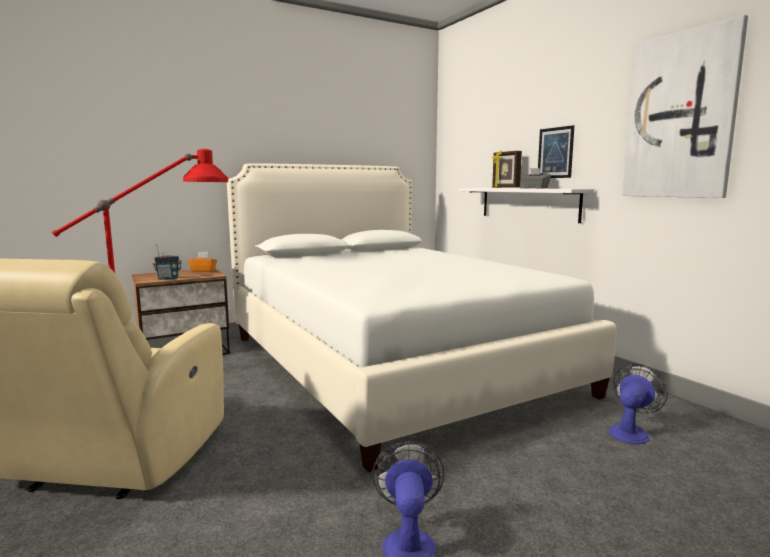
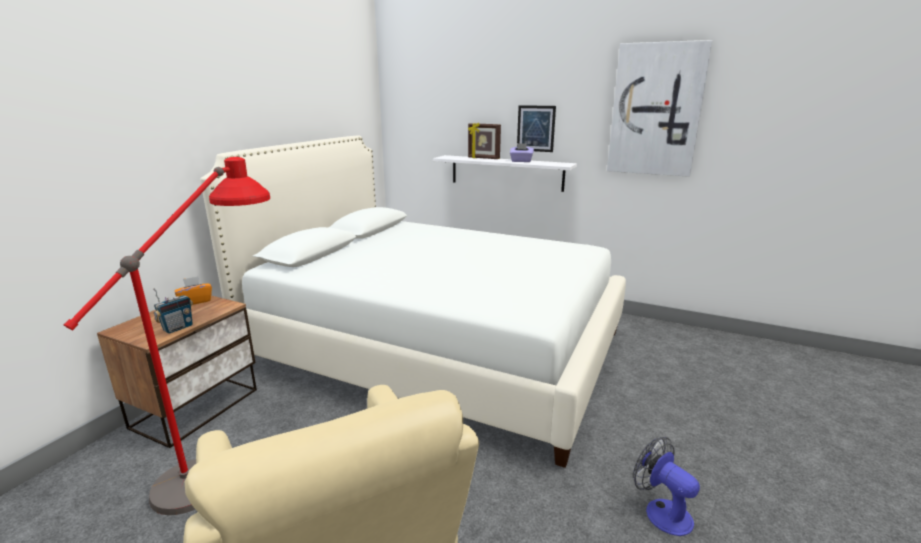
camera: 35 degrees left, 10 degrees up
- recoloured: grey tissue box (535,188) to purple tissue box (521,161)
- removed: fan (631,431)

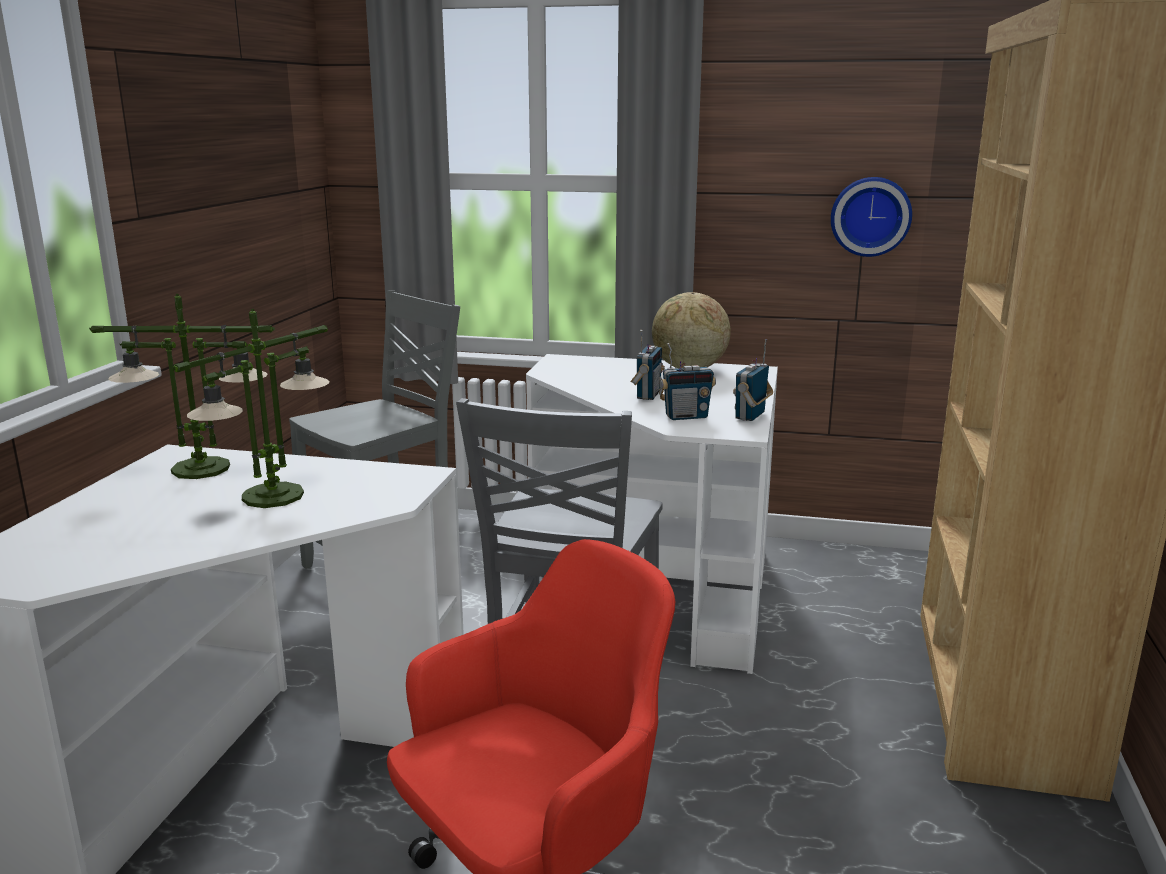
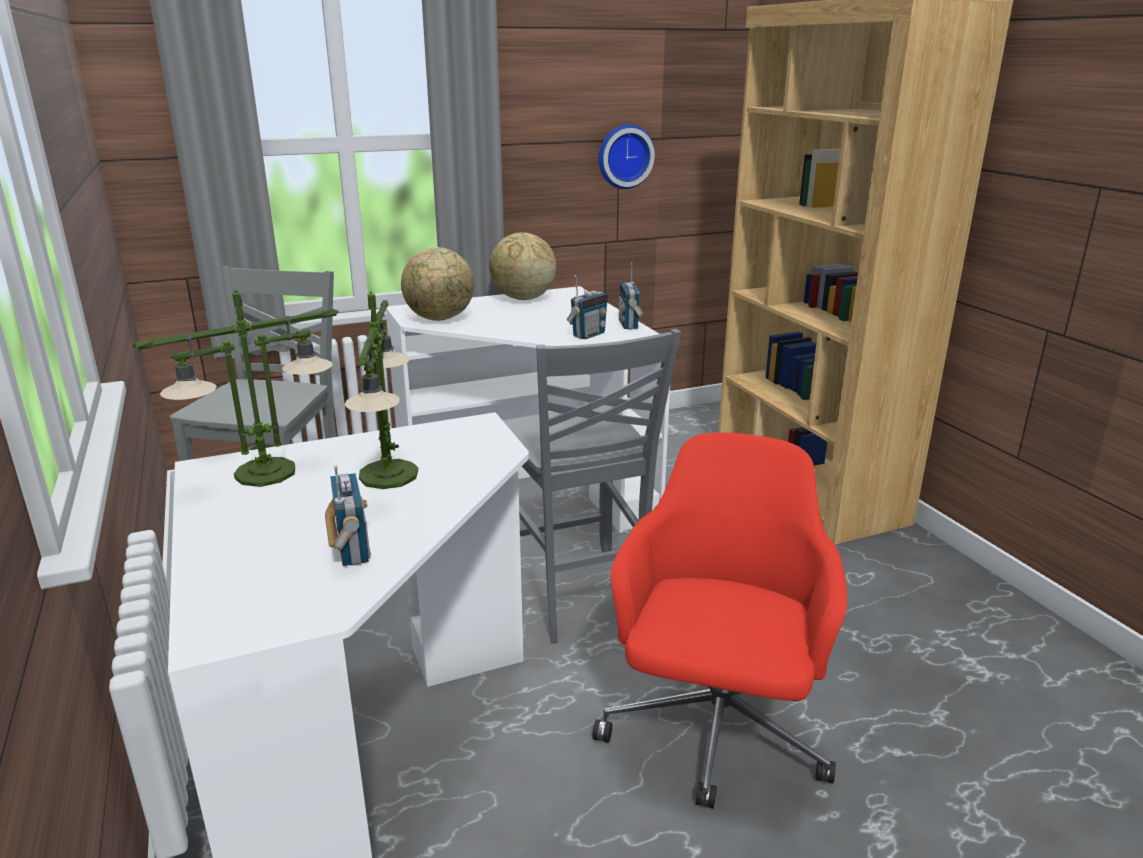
camera: 35 degrees left, 5 degrees up
- moved: radio (647,395) to (351,552)
- added: globe (440,319)

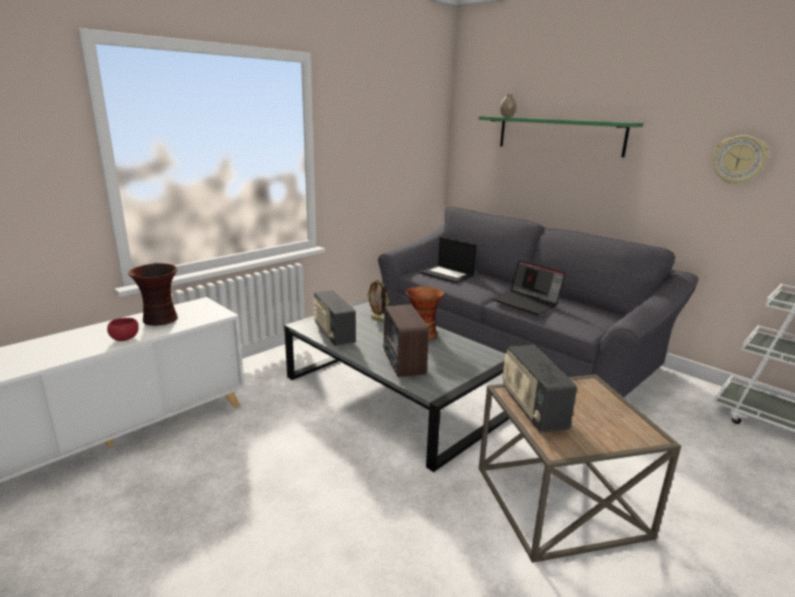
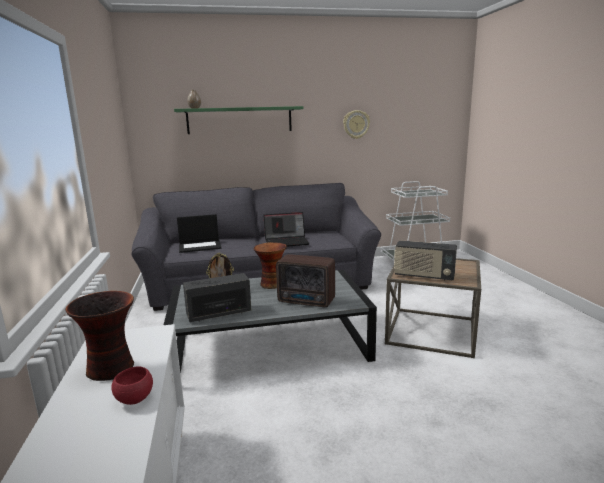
camera: 55 degrees left, 5 degrees down
- turned: radio (333,334) = (219,313) 150 degrees clockwise

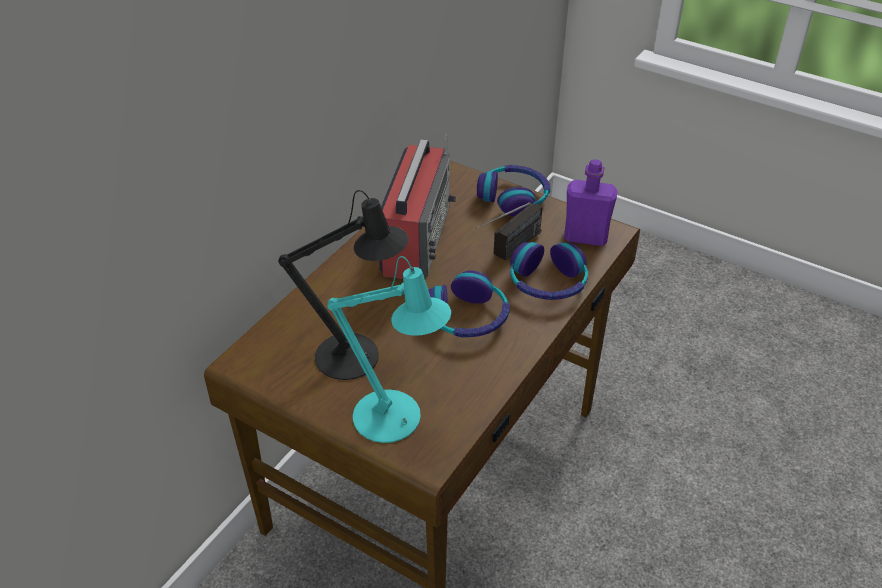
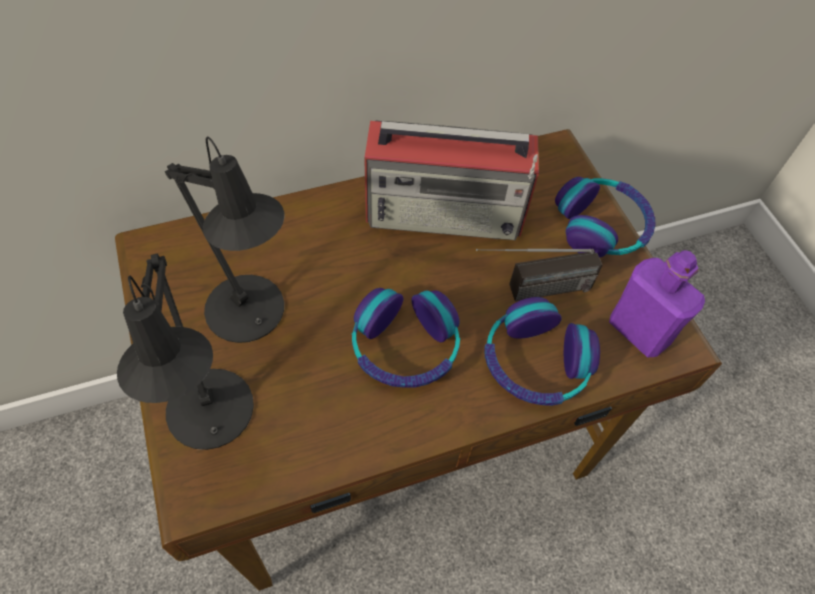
camera: 35 degrees right, 15 degrees up
- turned: radio (416,238) = (446,213) 45 degrees clockwise
- recoloured: turquoise table lamp (395,420) to black table lamp (212,420)

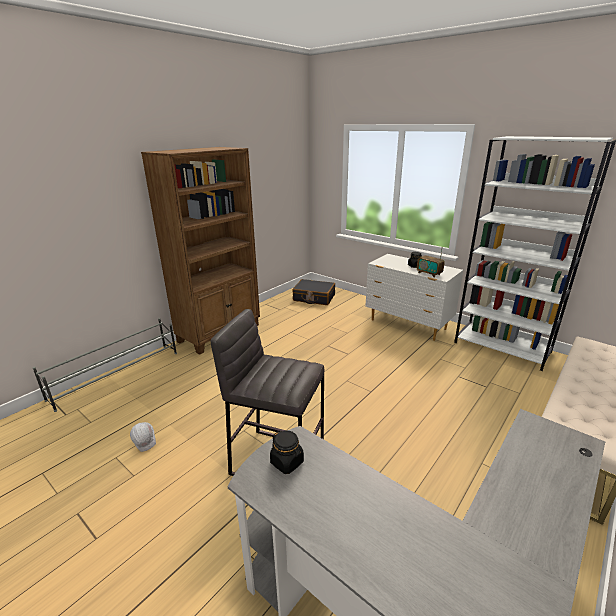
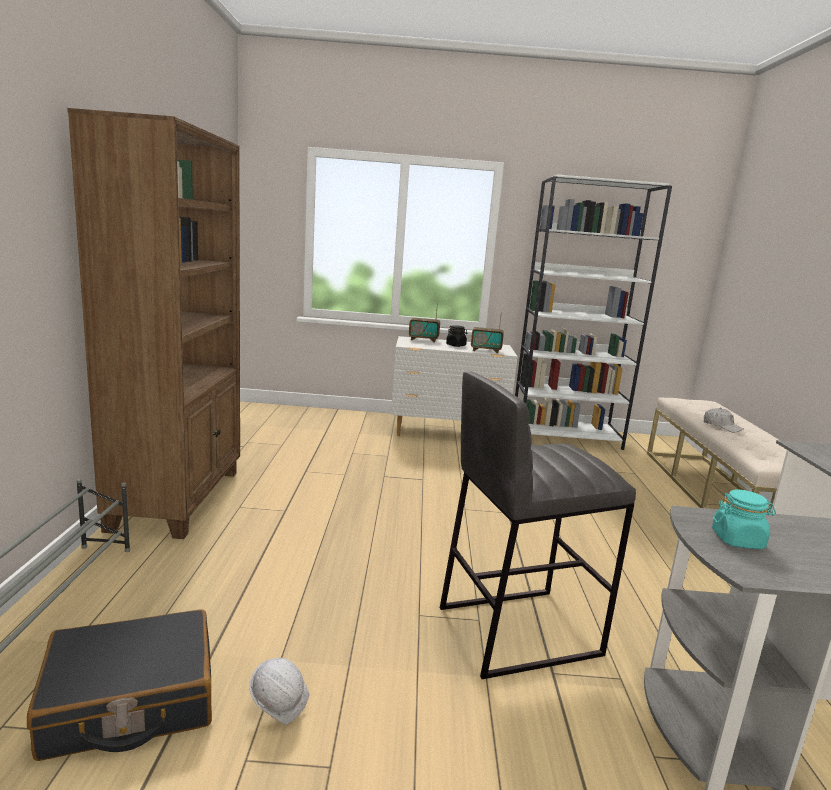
camera: 40 degrees left, 10 degrees down
- moved: black suitcase (314,298) to (130,701)
- recoloured: black jar (287,462) to turquoise jar (737,540)
- added: radio (423,340)
- added: white cap (721,426)

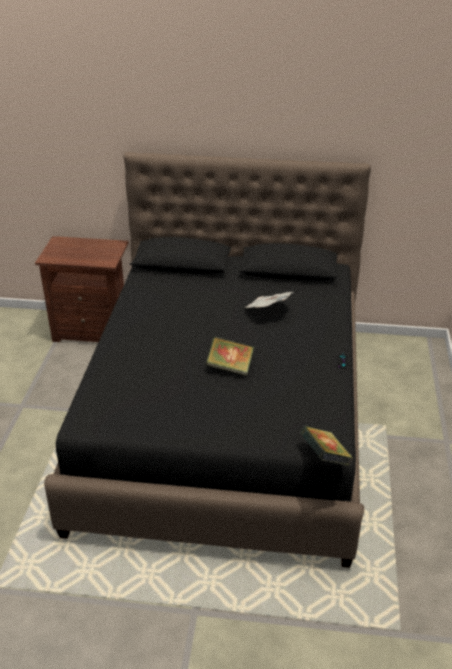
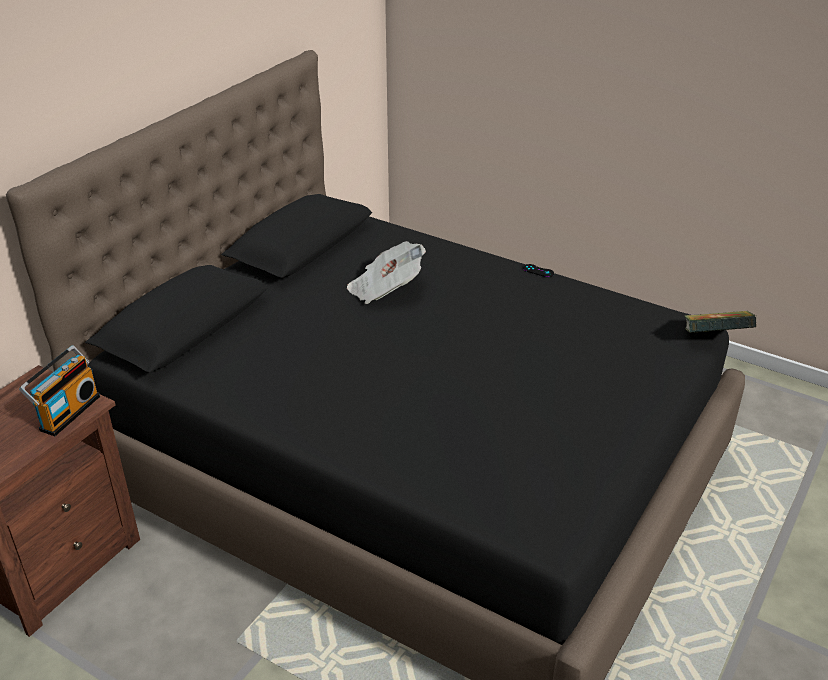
camera: 65 degrees left, 0 degrees up
- removed: book (230,367)
- added: radio (67,412)

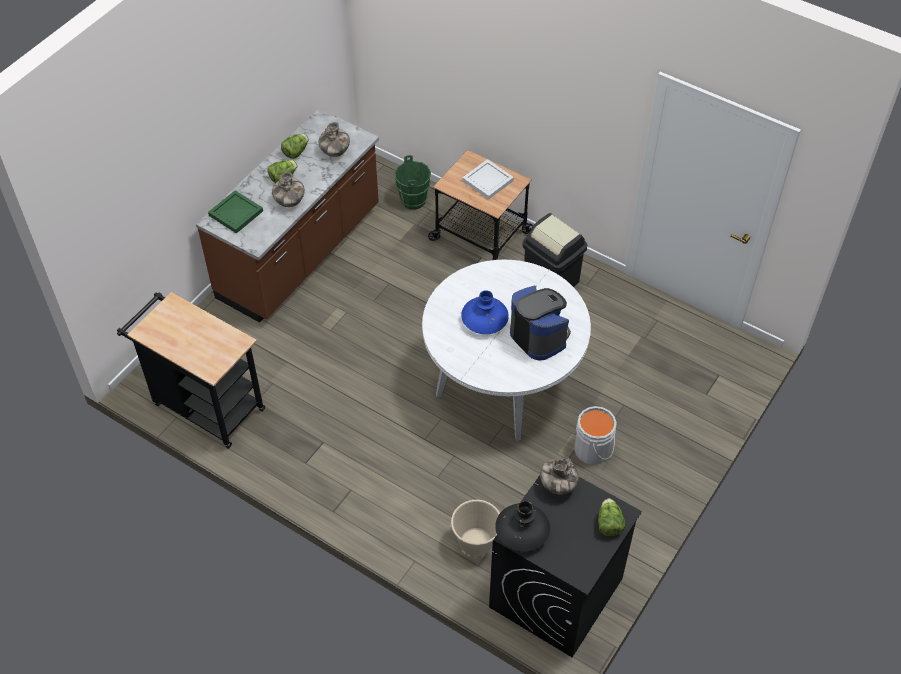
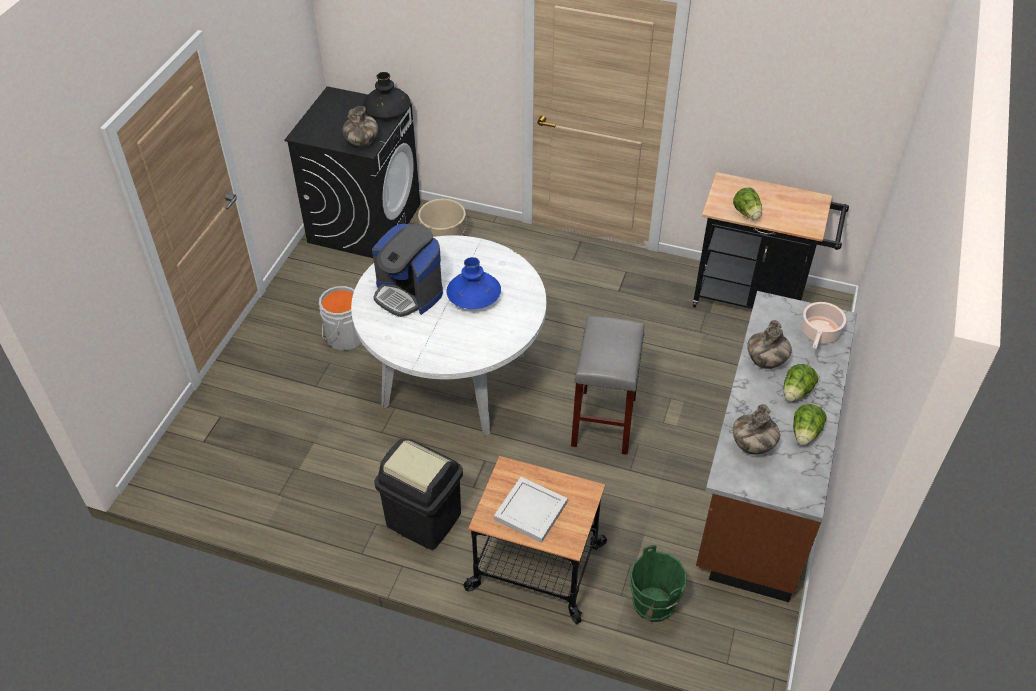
camera: 165 degrees right, 5 degrees down
- replaced: green tray (237,213) to cooking pot (819,334)
- moved: lettuce (609,524) to (747,213)
- added: grey stool (604,422)

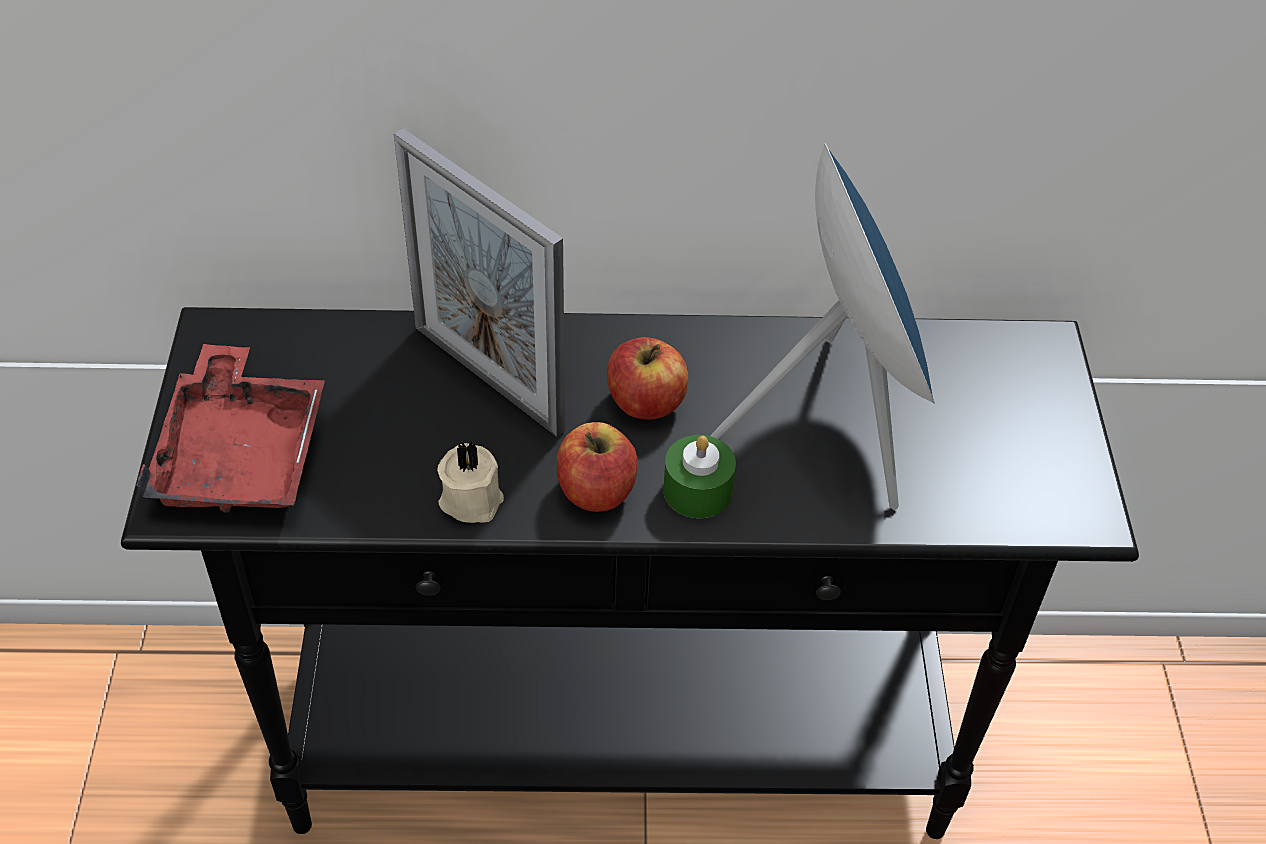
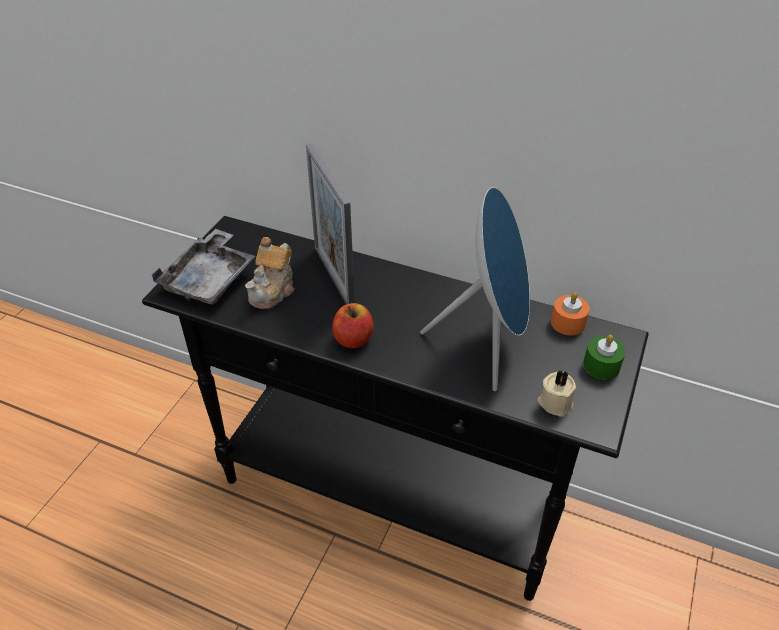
camera: 25 degrees right, 5 degrees down
- removed: apple (645,402)
- recoloured: red tray (242,454) to grey tray (210,279)
- moved: green candle (697,490) to (601,365)
- moved: beige candle (471,498) to (555,402)
- added: teapot (273,290)
- added: orange candle (567,323)

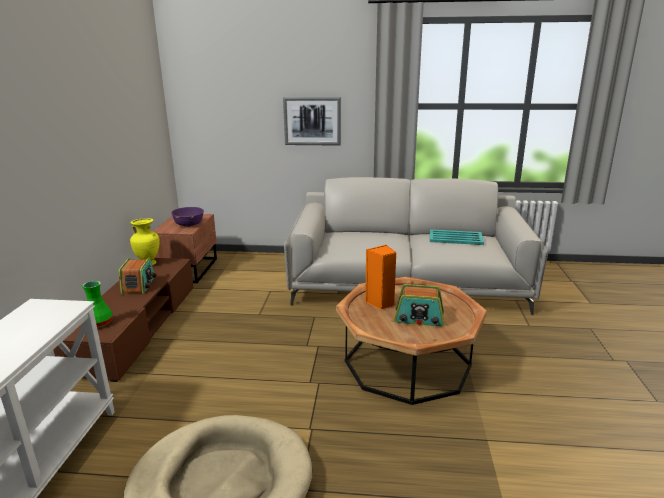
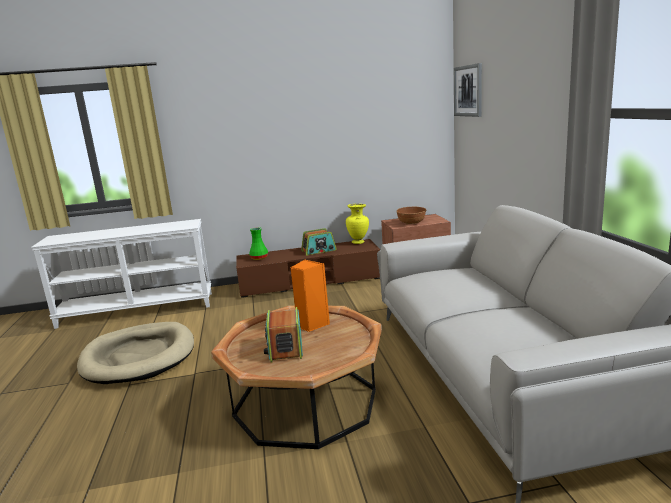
camera: 75 degrees right, 5 degrees down
- moved: picture (312,121) to (468,91)
- recoloured: purple bowl (189,225) to brown bowl (411,223)
- removed: turquoise tray (455,238)

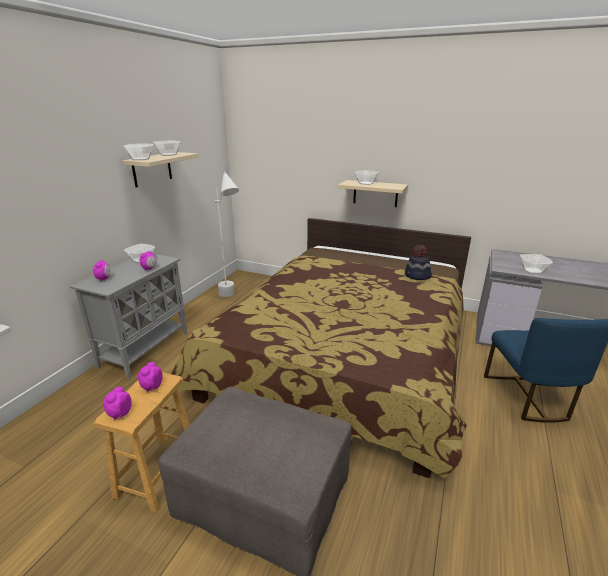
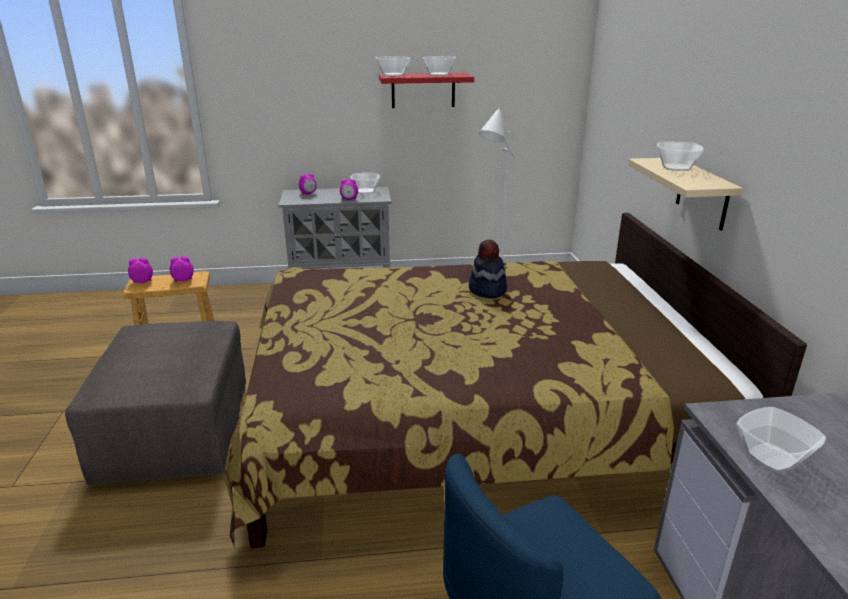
camera: 60 degrees right, 0 degrees up
- recoloured: beige shelf (152,169) to red shelf (423,90)
- moved: hat (417,276) to (487,290)

